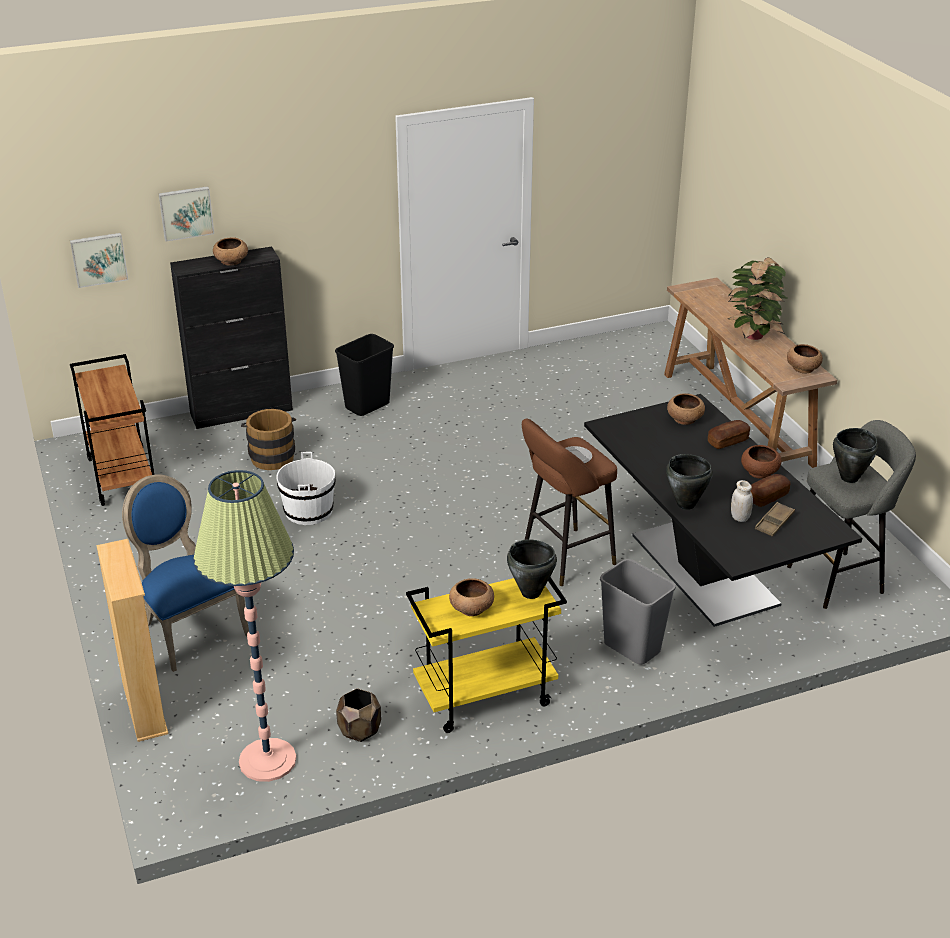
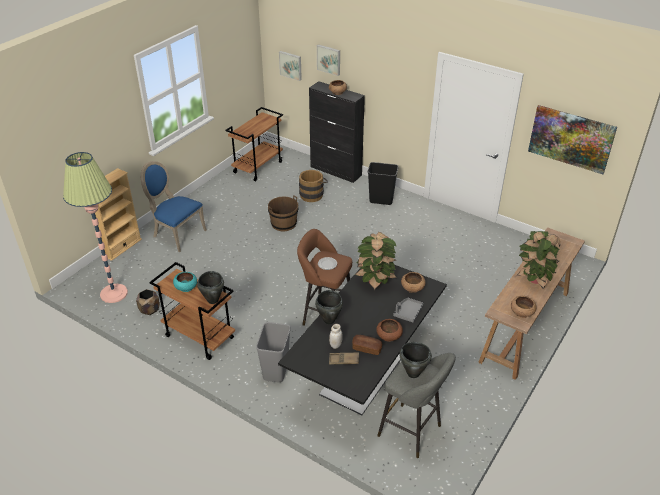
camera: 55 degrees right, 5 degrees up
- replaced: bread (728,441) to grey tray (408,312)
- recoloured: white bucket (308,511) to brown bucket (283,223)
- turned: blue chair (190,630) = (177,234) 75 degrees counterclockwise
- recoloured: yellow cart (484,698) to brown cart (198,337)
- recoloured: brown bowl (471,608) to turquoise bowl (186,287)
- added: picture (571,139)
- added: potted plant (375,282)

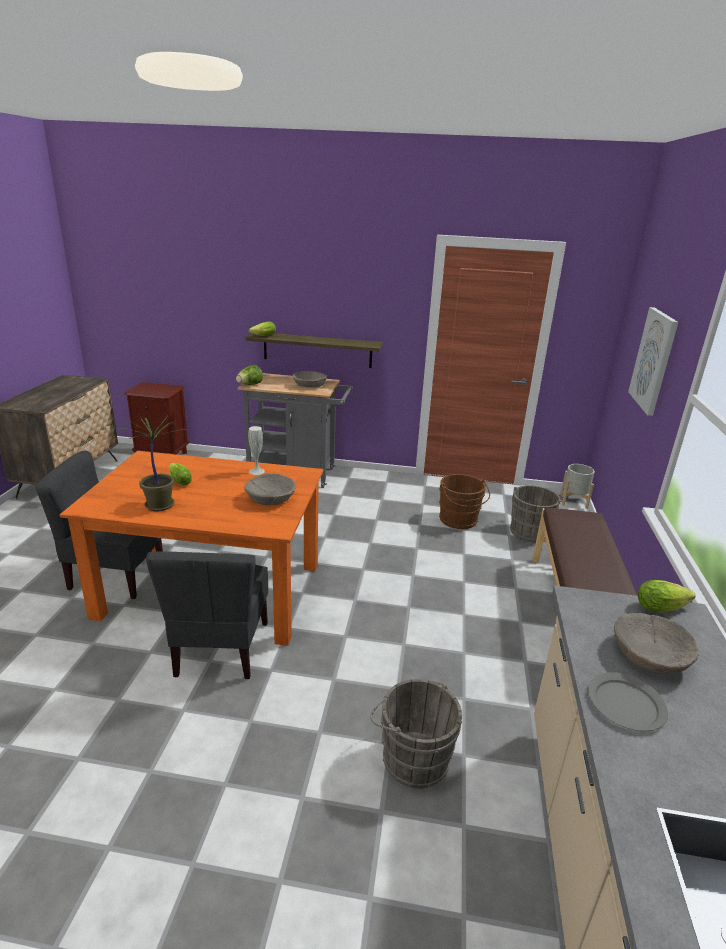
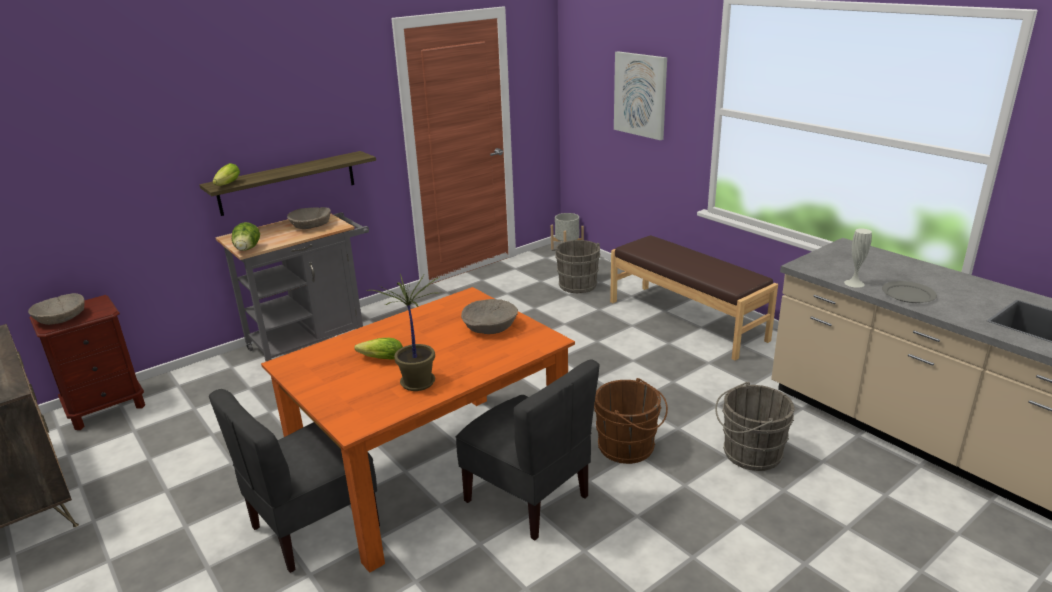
camera: 45 degrees left, 0 degrees up
- moved: white vase (257,471) to (854,283)
- moved: brown bucket (459,521) to (629,448)
- removed: lettuce (663,607)
- moved: beige bowl (649,655) to (61,318)

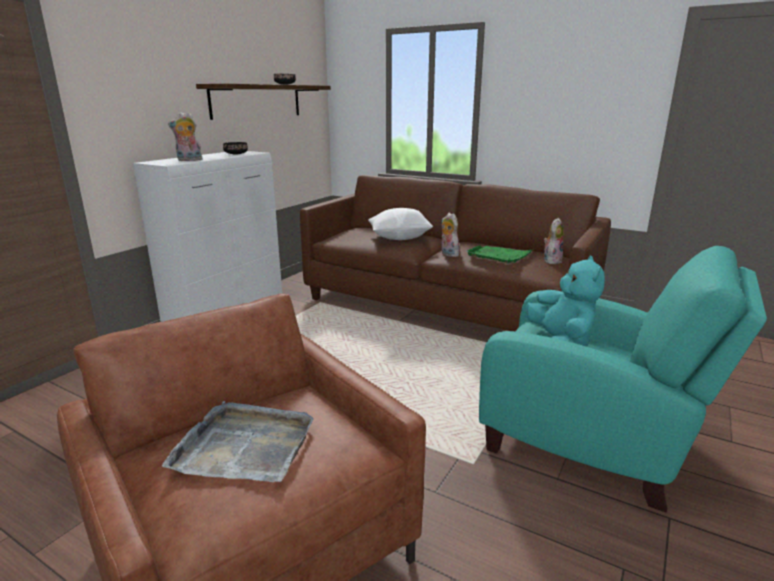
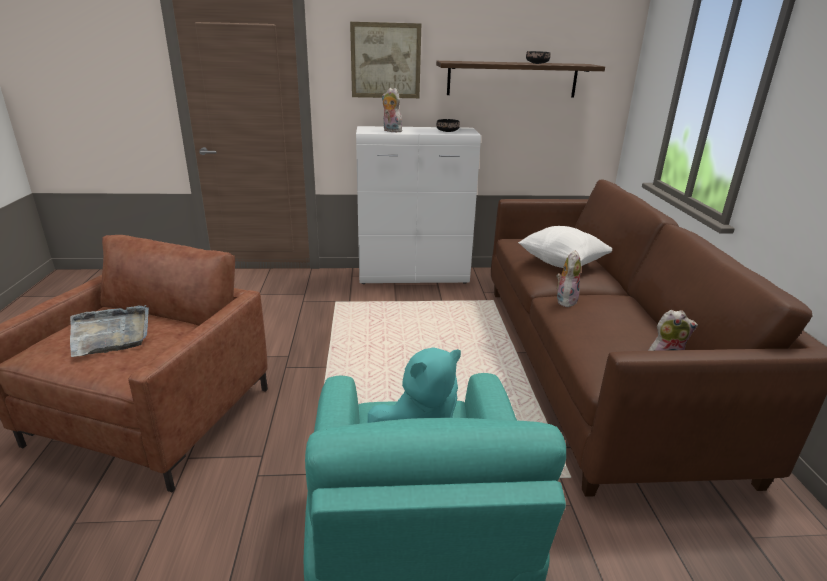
camera: 55 degrees right, 5 degrees up
- removed: green tray (499,256)
- added: picture (385,61)

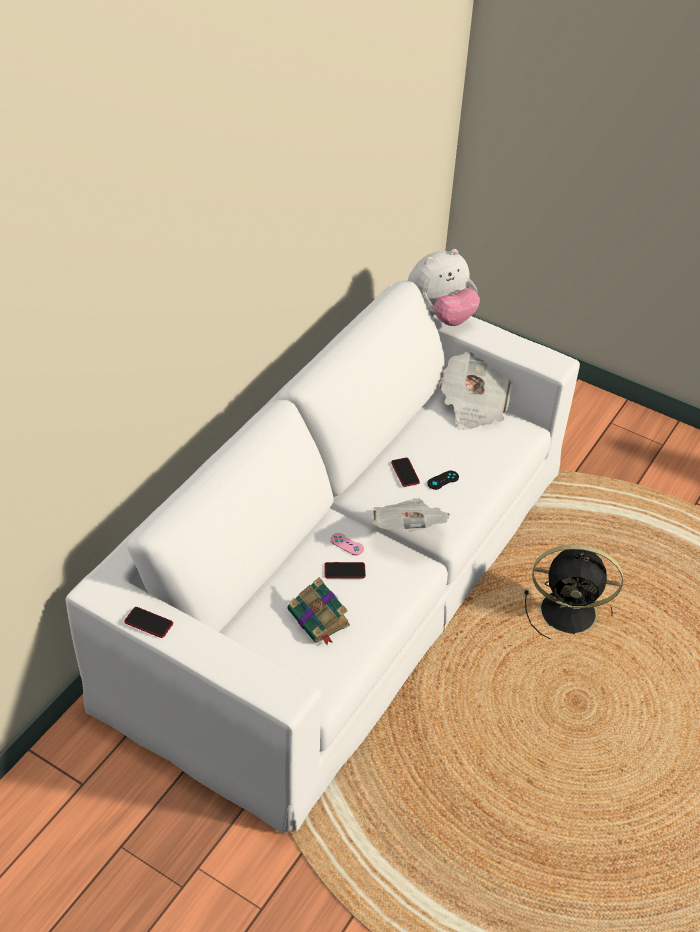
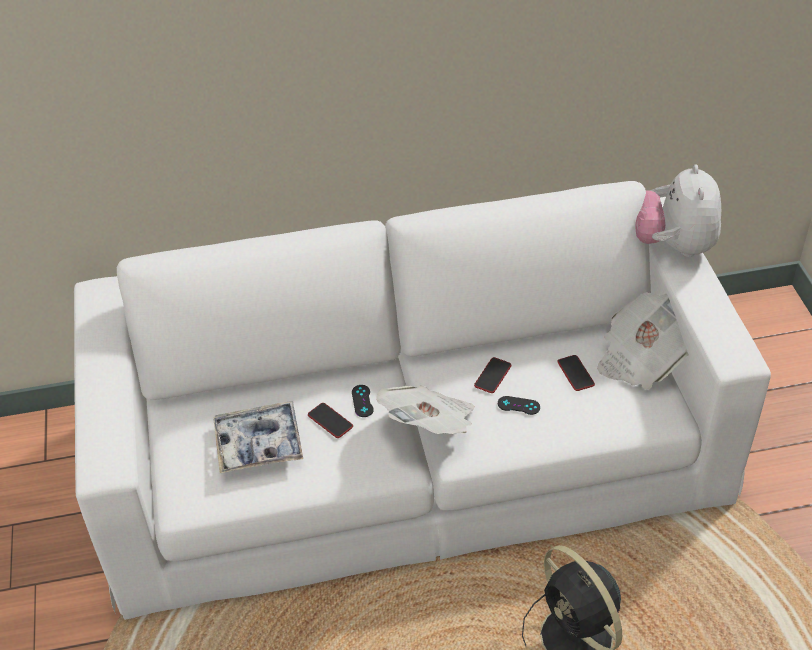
camera: 50 degrees right, 0 degrees up
- turned: plush toy (440,316) = (673,246) 75 degrees clockwise
- recoloured: pink game controller (347,544) to black game controller (362,401)
- replaced: book (319,619) to tray (259,444)
- moved: phone (148,623) to (575,373)

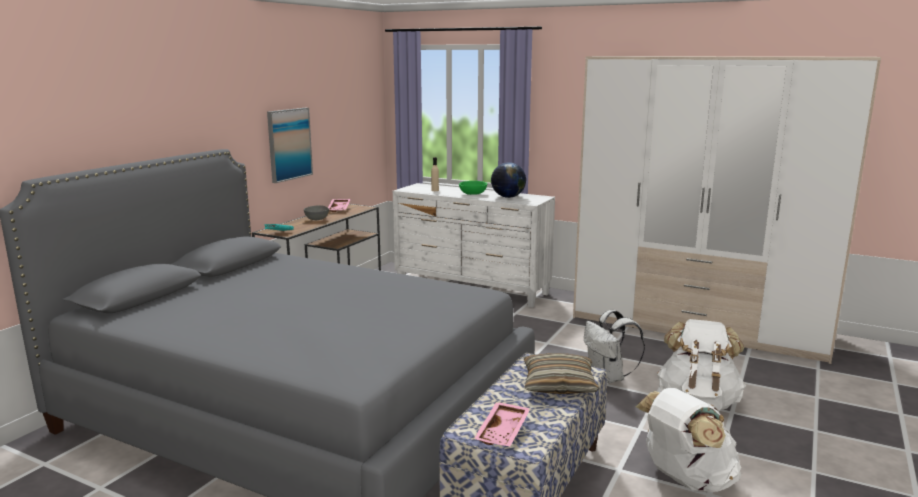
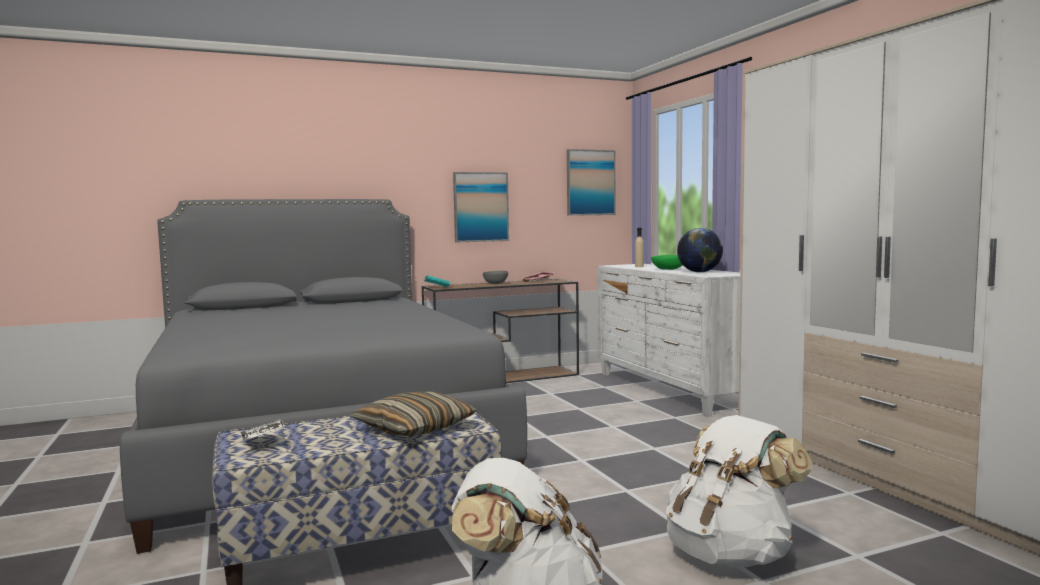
camera: 40 degrees right, 10 degrees down
- removed: white backpack (608,378)
- replaced: pink tray (504,432) to white book (262,443)
- added: picture (590,182)

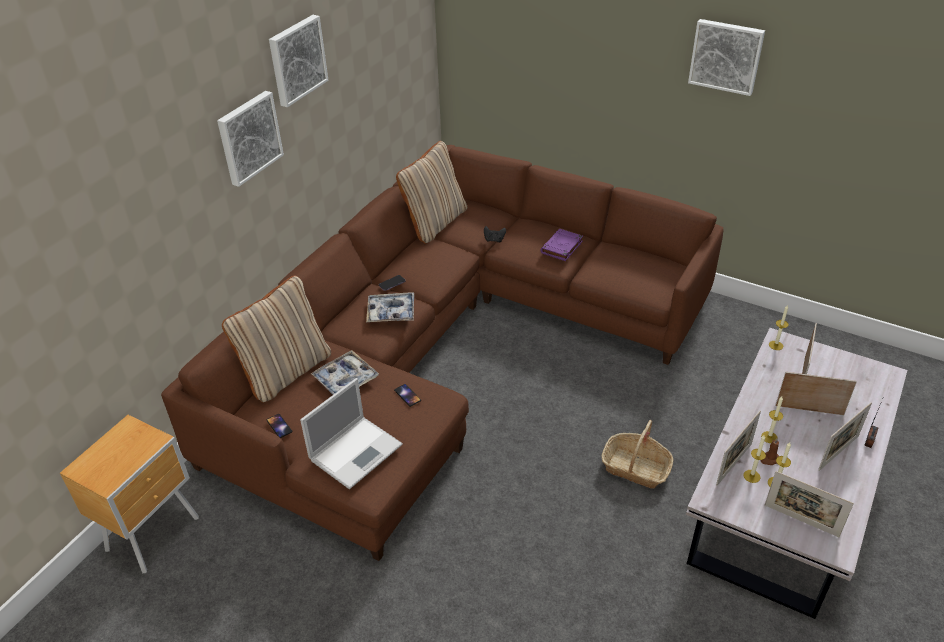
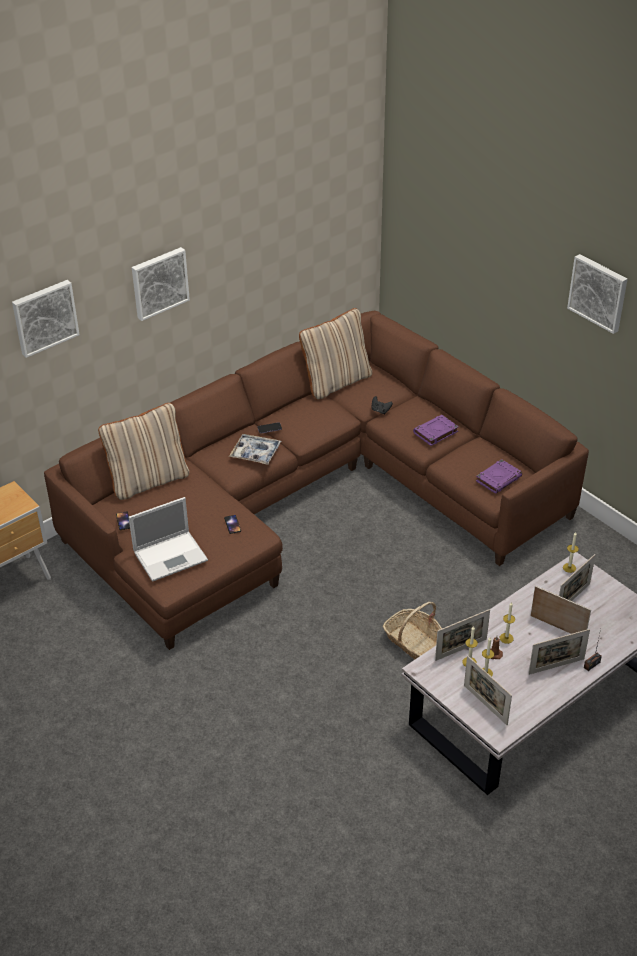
camera: 20 degrees right, 0 degrees up
- moved: picture (296,60) to (44,317)
- removed: tray (345,379)
- added: purple book (498,479)

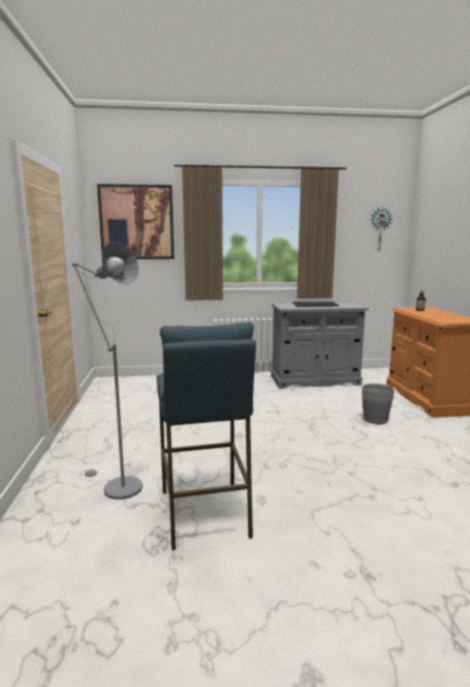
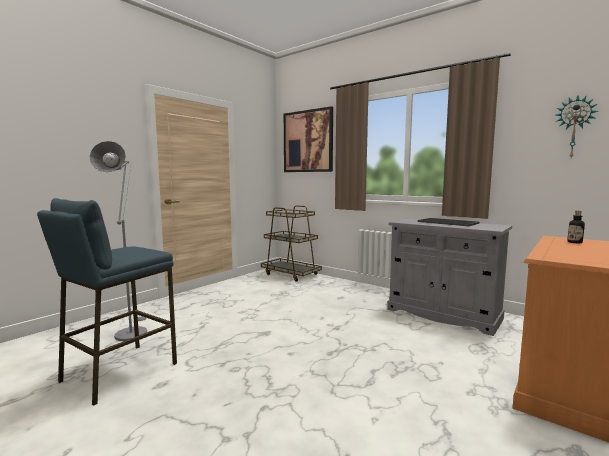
camera: 45 degrees right, 5 degrees down
- removed: grey bucket (375,419)
- added: brown cart (291,274)

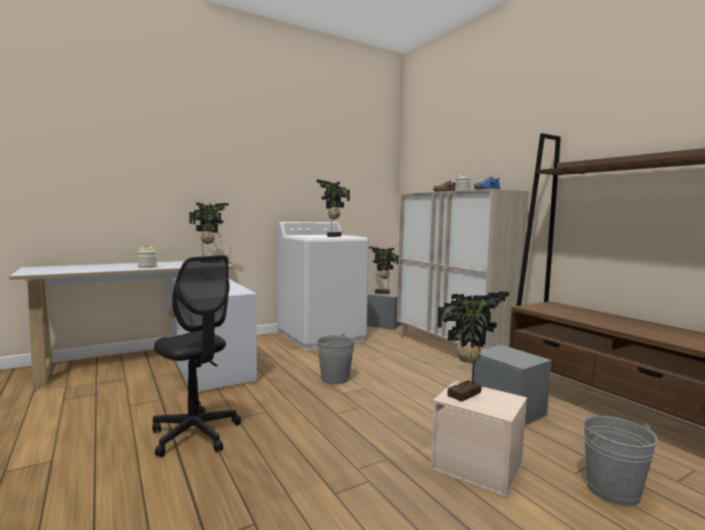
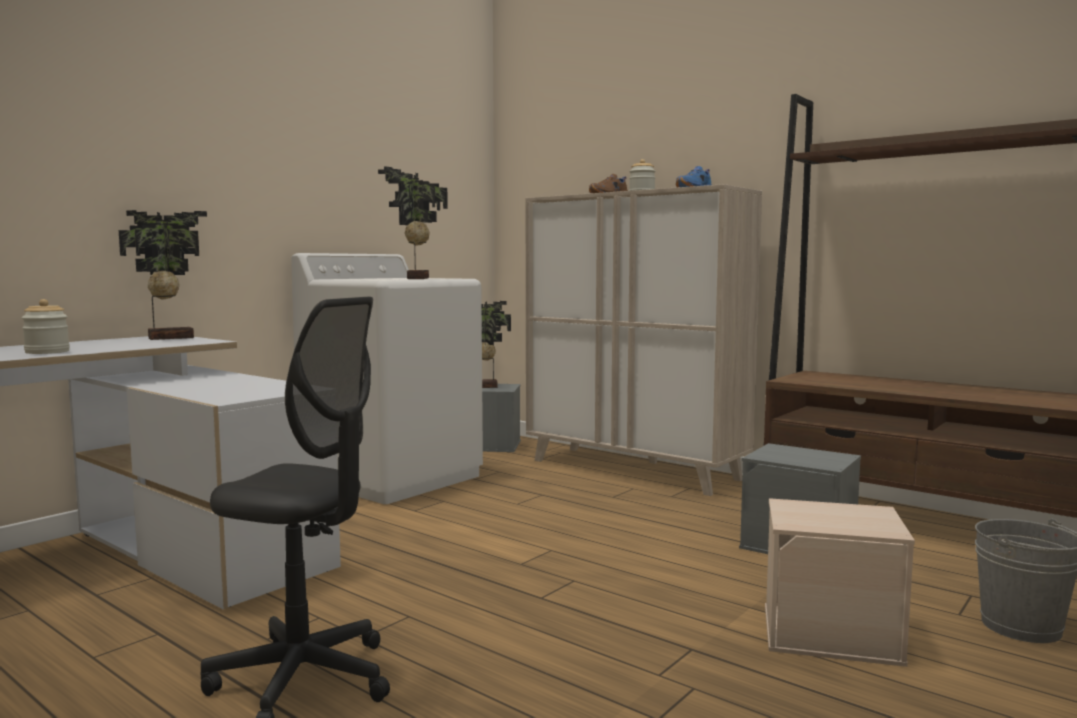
camera: 20 degrees left, 0 degrees up
- removed: potted plant (467,395)
- removed: grey bucket (335,378)

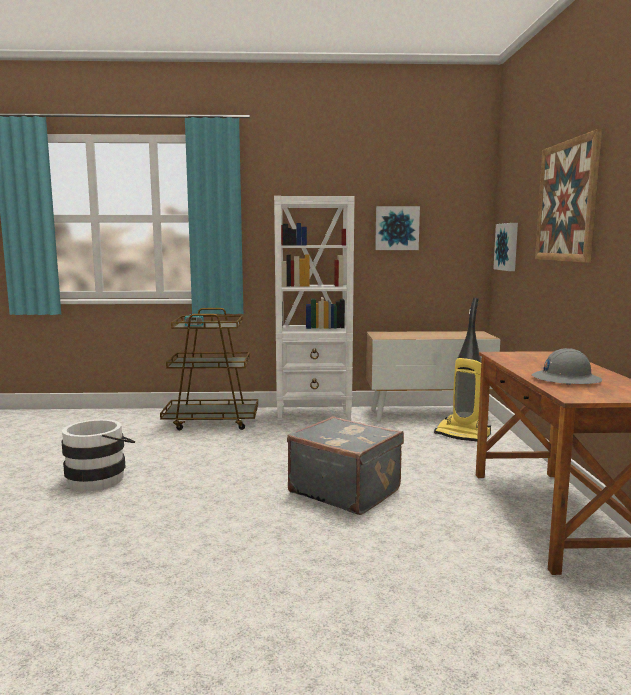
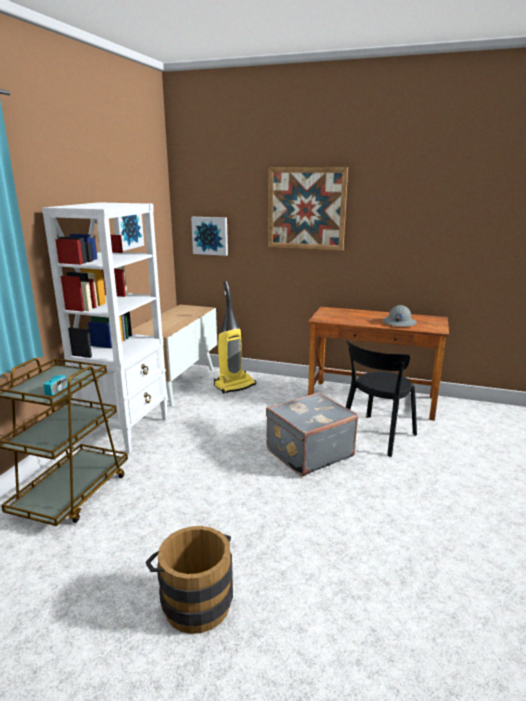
camera: 70 degrees left, 10 degrees up
- recoloured: white bucket (101,478) to brown bucket (194,600)
- added: black chair (375,436)

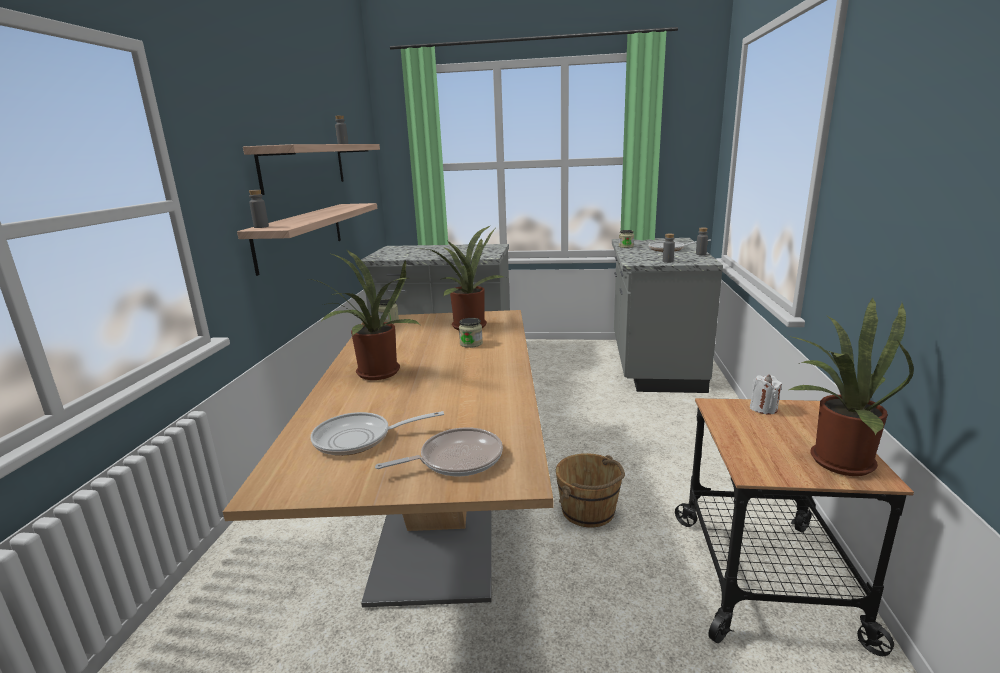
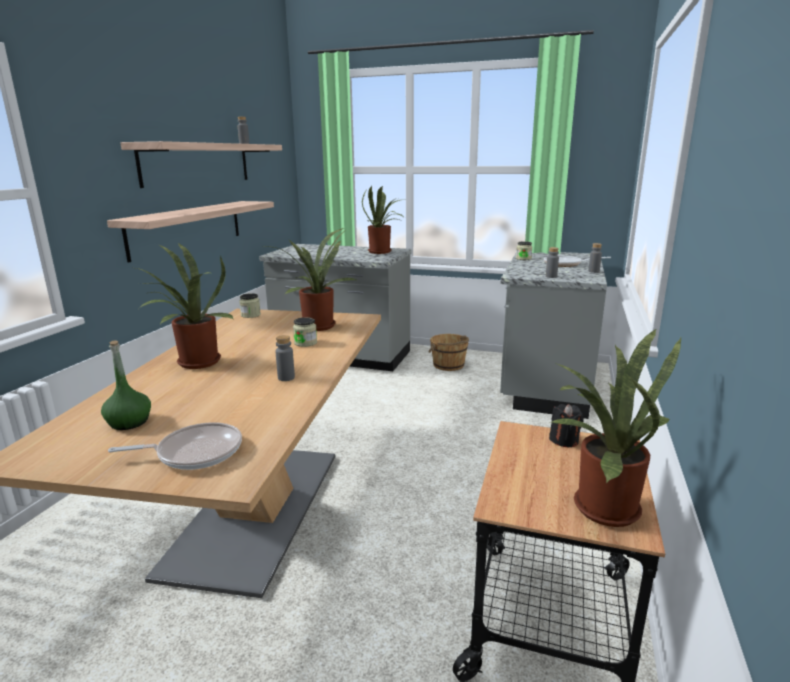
camera: 10 degrees right, 0 degrees up
- moved: grey bottle (261,227) to (286,378)
- recoloured: white candle (763,408) to black candle (564,440)
- replaced: frying pan (359,439) to green bottle (129,422)
- moved: brown bucket (589,511) to (449,365)
- added: potted plant (382,252)

